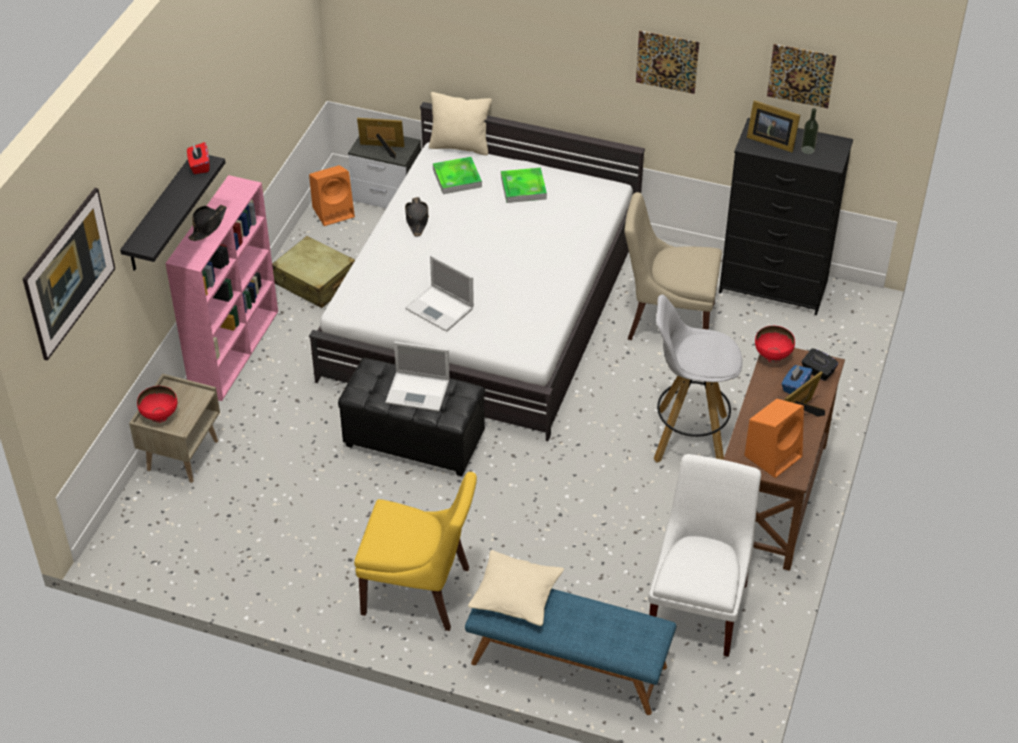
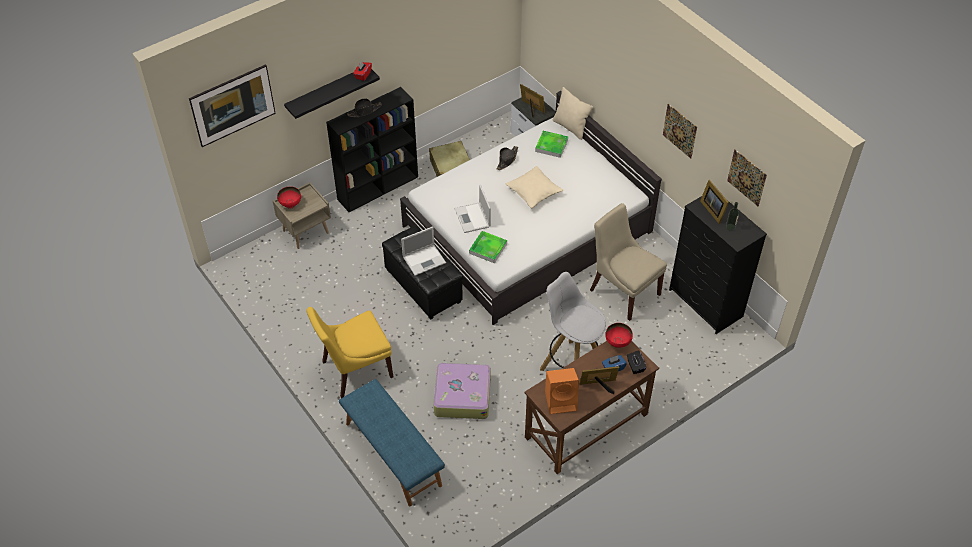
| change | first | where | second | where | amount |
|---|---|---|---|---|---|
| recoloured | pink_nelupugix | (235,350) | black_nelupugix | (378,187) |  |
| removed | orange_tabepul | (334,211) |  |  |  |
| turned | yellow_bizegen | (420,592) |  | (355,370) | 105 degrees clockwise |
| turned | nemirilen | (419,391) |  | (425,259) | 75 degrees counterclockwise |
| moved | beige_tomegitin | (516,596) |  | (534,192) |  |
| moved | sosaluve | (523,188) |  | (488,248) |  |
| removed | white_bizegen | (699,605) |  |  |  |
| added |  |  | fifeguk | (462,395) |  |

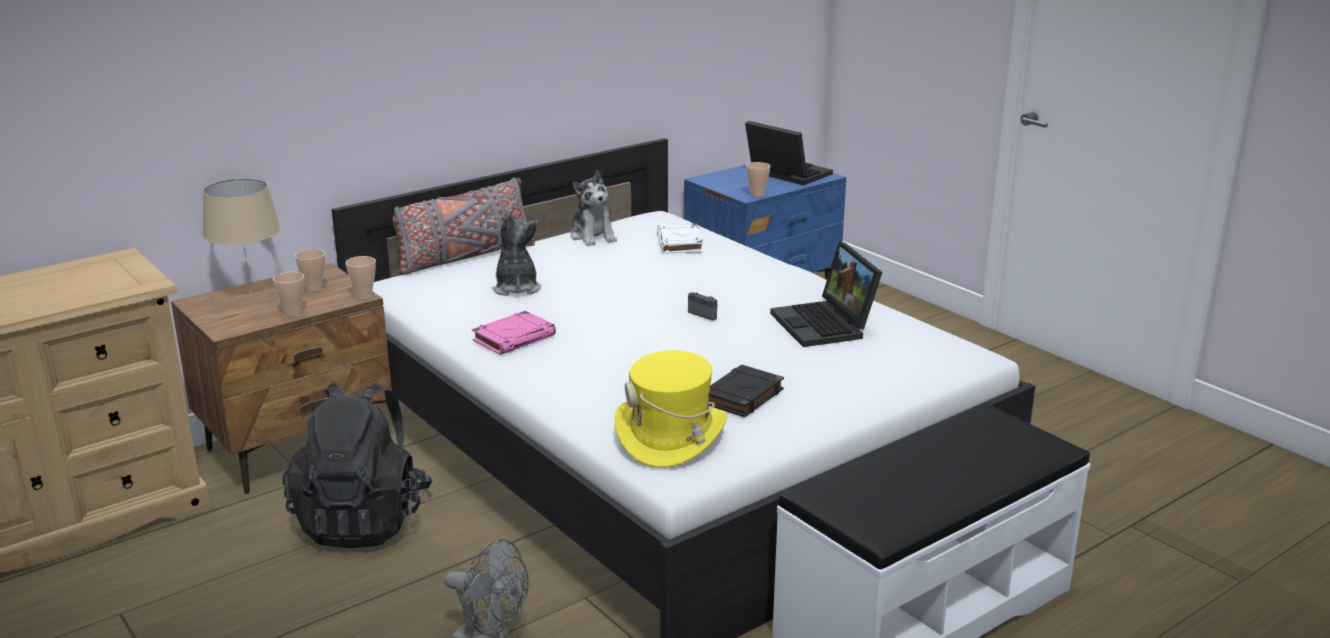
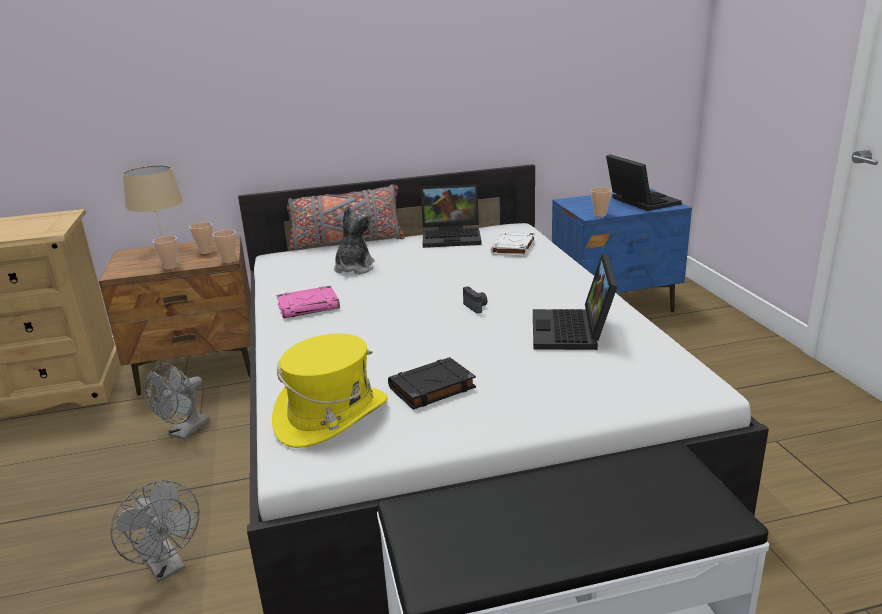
| change | first | where | second | where | amount |
|---|---|---|---|---|---|
| replaced | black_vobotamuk | (363,520) | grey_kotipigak | (185,432) |  |
| replaced | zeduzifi | (593,236) | nemirilen | (453,236) |  |

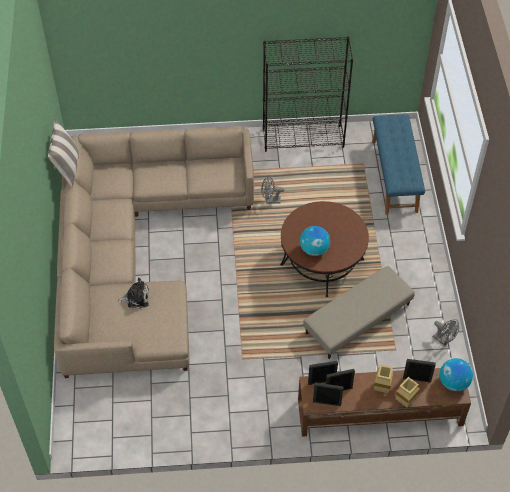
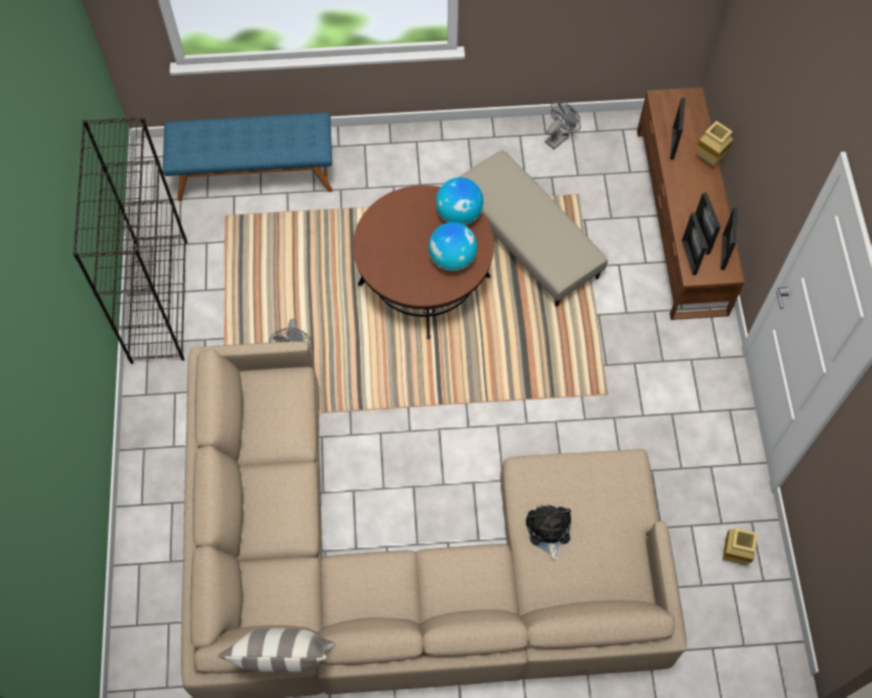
| change | first | where | second | where | amount |
|---|---|---|---|---|---|
| moved | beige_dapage | (381,387) |  | (731,555) |  |
| moved | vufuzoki | (453,382) |  | (459,214) |  |

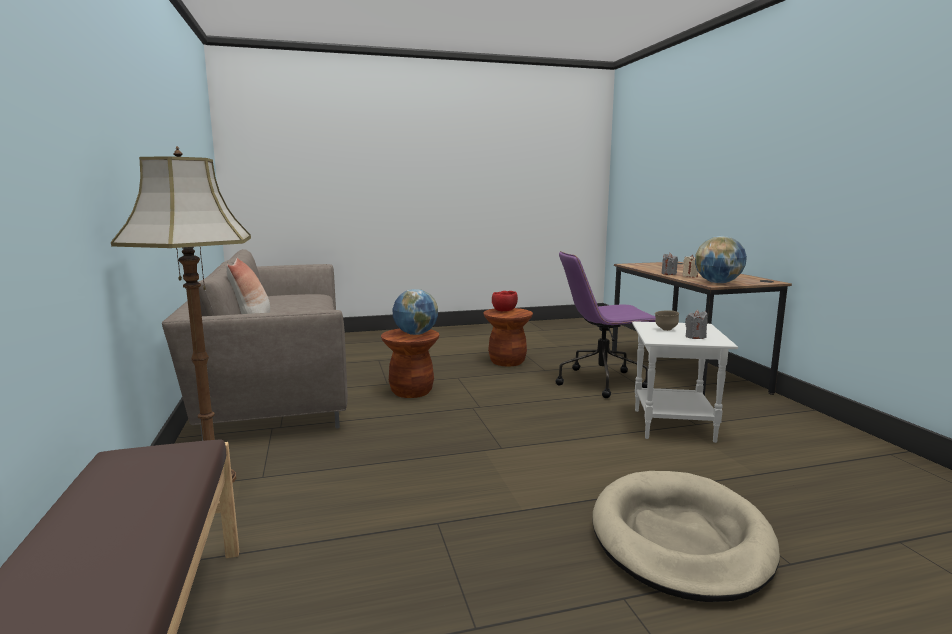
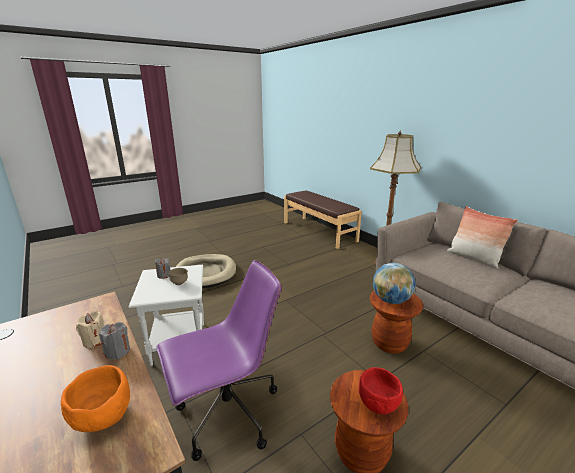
| change | first | where | second | where | amount |
|---|---|---|---|---|---|
| removed | vufuzoki | (718,283) |  |  |  |
| added |  |  | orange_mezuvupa | (102,416) |  |

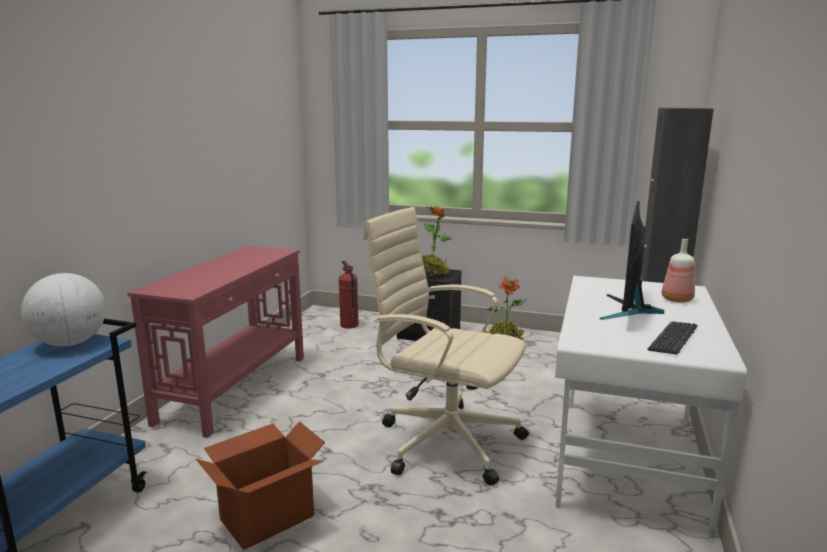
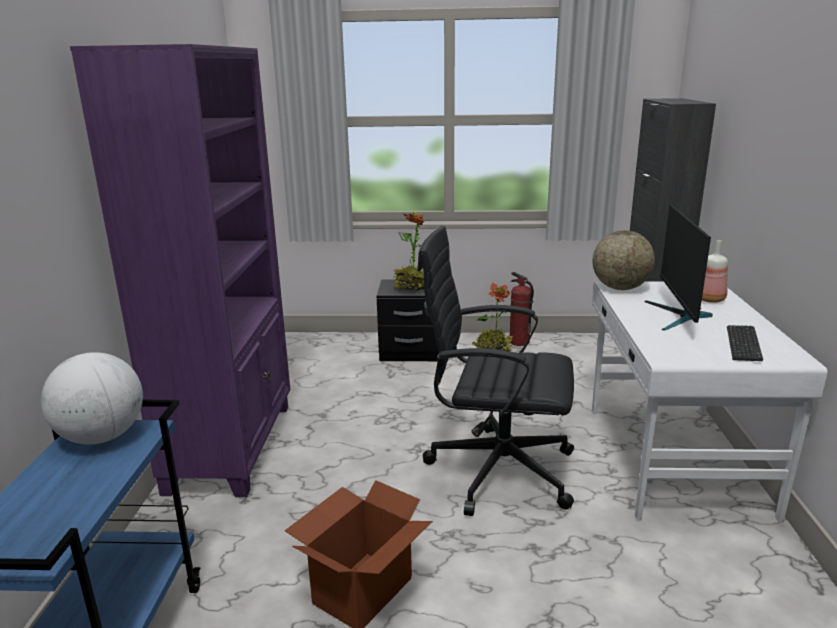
| change | first | where | second | where | amount |
|---|---|---|---|---|---|
| replaced | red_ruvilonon | (236,388) | purple_nelupugix | (233,446) |  |
| moved | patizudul | (349,325) |  | (518,342) |  |
| recoloured | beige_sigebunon | (445,441) | black_sigebunon | (496,470) |  |
| added |  |  | vufuzoki | (620,288) |  |

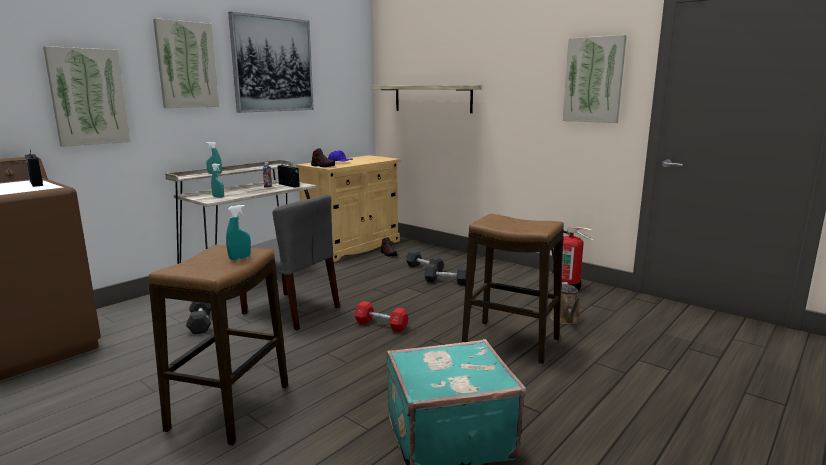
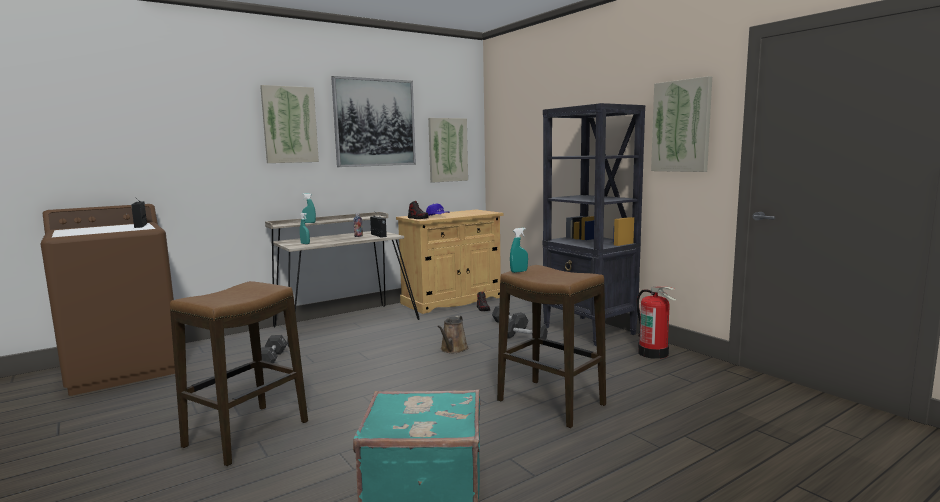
| change | first | where | second | where | amount |
|---|---|---|---|---|---|
| moved | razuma | (88,97) |  | (447,150) |  |
| moved | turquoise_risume | (240,258) |  | (519,271) |  |
| removed | grey_bizegen | (292,310) |  |  |  |
| removed | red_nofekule | (381,325) |  |  |  |
| removed | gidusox | (432,98) |  |  |  |
| moved | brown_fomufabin | (566,319) |  | (453,349) |  |
| added |  |  | black_nelupugix | (589,331) |  |

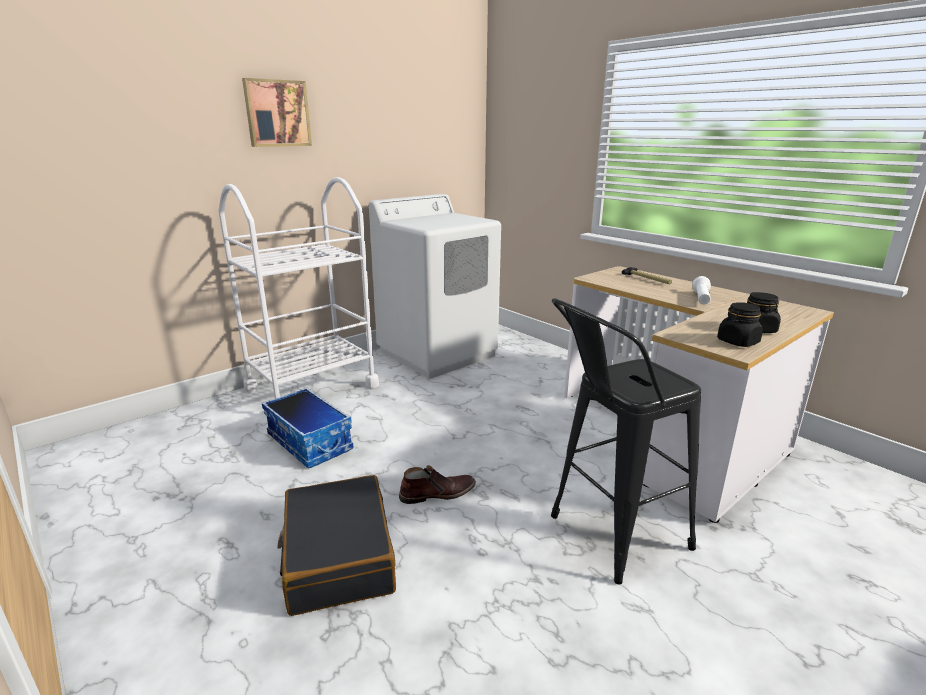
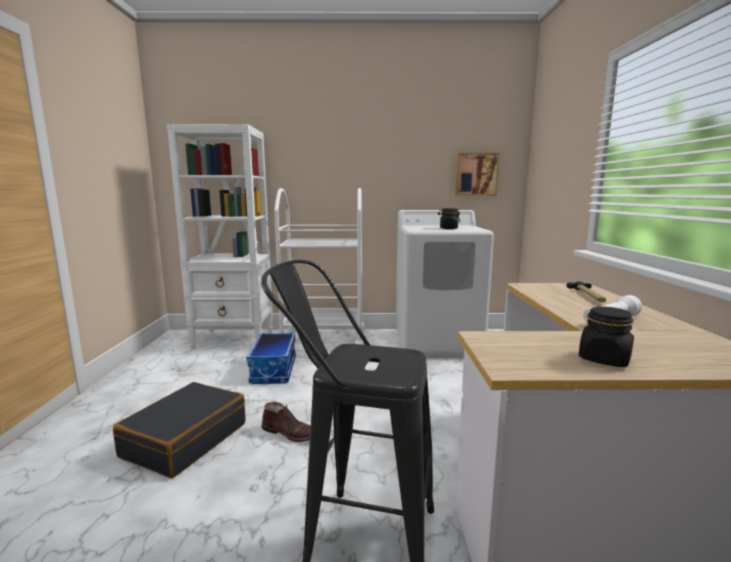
| change | first | where | second | where | amount |
|---|---|---|---|---|---|
| moved | razuma | (277,113) |  | (476,175) |  |
| moved | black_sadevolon | (737,342) |  | (448,228) |  |
| added |  |  | white_nelupugix | (235,339) |  |

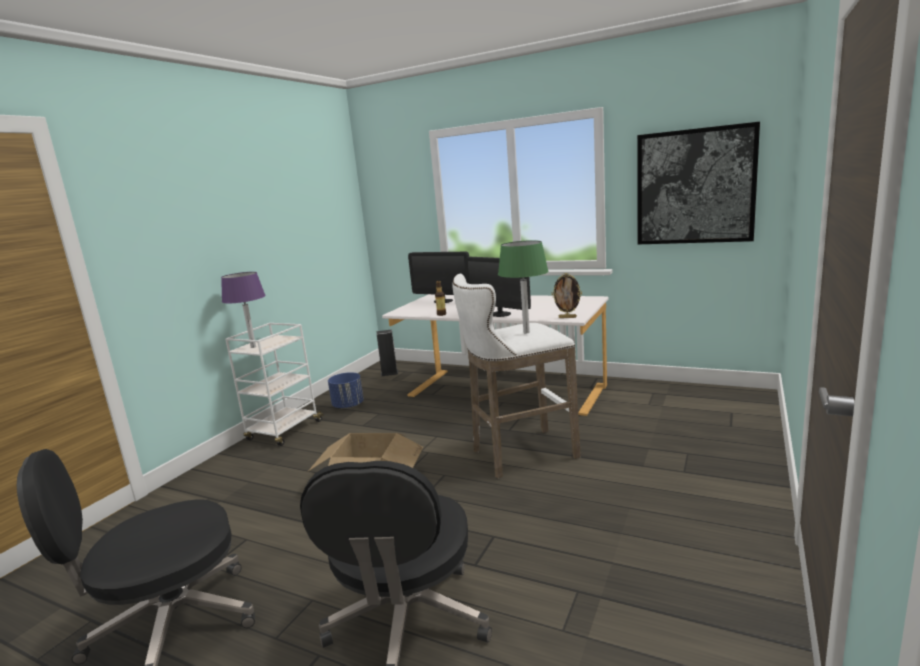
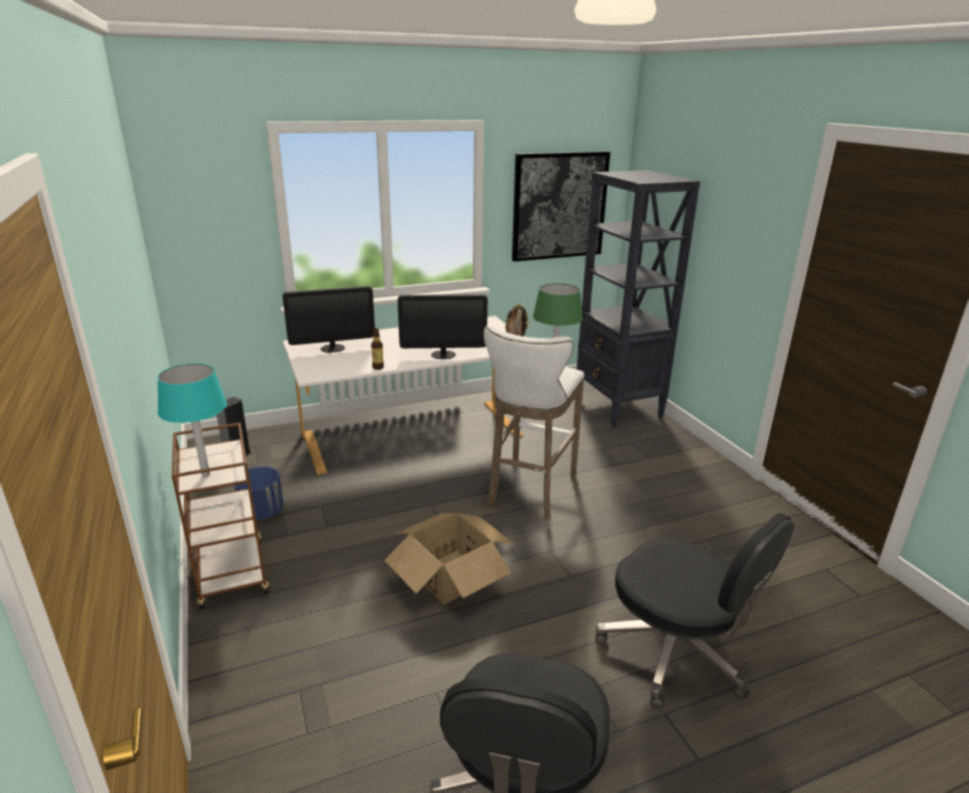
| change | first | where | second | where | amount |
|---|---|---|---|---|---|
| recoloured | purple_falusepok | (253,347) | turquoise_falusepok | (205,474) |  |
| recoloured | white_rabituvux | (284,431) | brown_rabituvux | (233,576) |  |
| added |  |  | black_nelupugix | (618,407) |  |

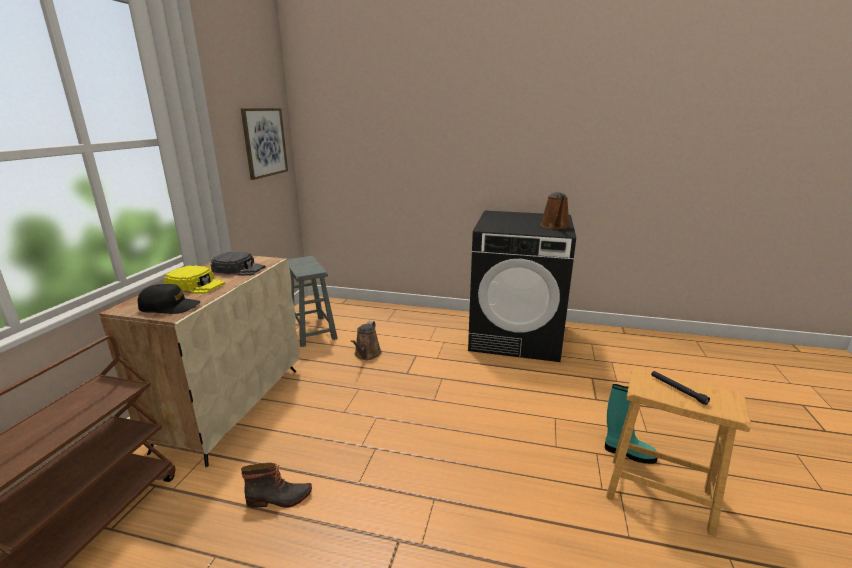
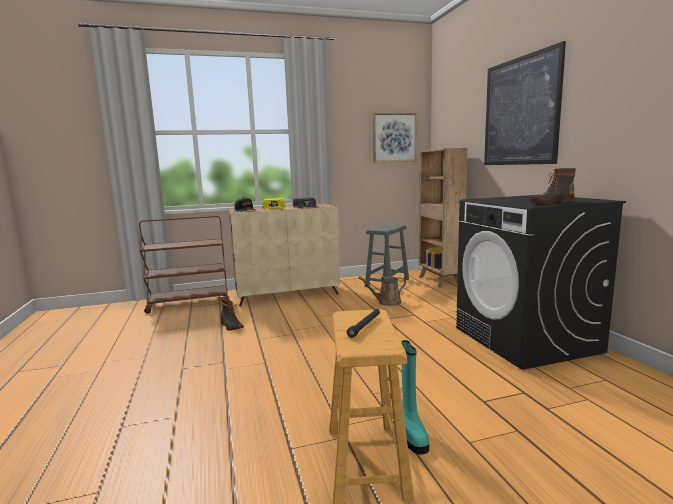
| change | first | where | second | where | amount |
|---|---|---|---|---|---|
| replaced | brown_fomufabin | (555,226) | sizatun | (551,203) |  |
| added |  |  | brown_nelupugix | (439,281) |  |
| added |  |  | razuma | (520,111) |  |

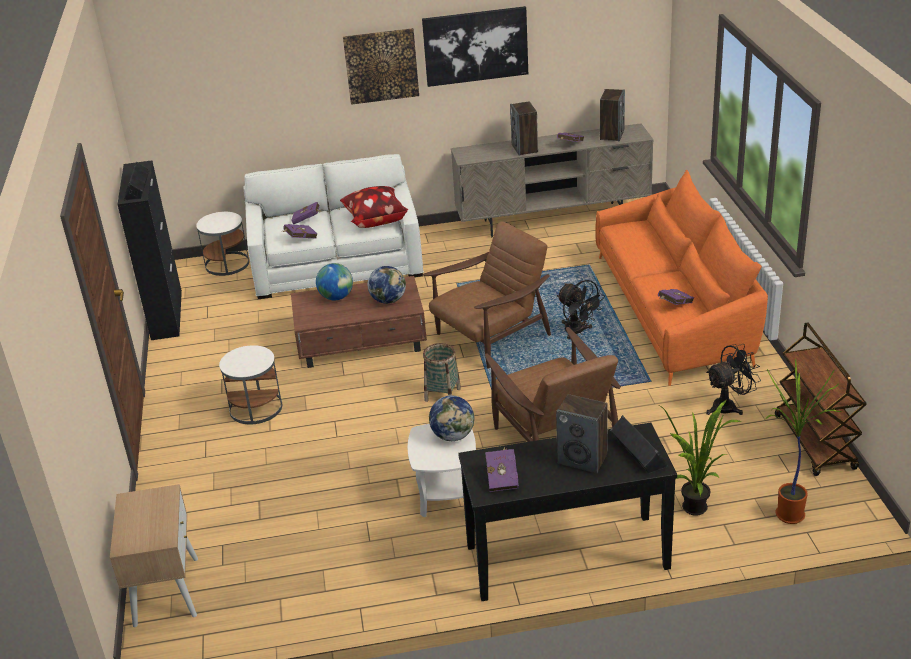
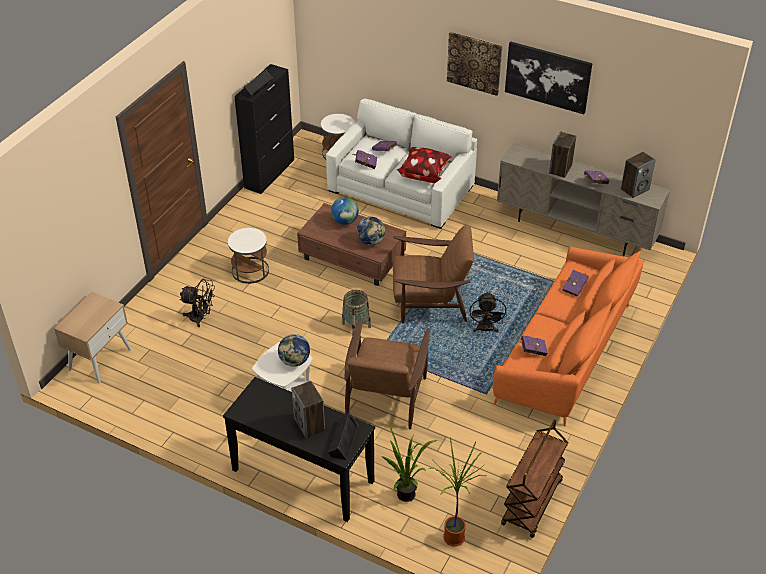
| change | first | where | second | where | amount |
|---|---|---|---|---|---|
| moved | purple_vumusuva | (502,478) |  | (575,287) |  |
| moved | black_kotipigak | (729,406) |  | (201,318) |  |

